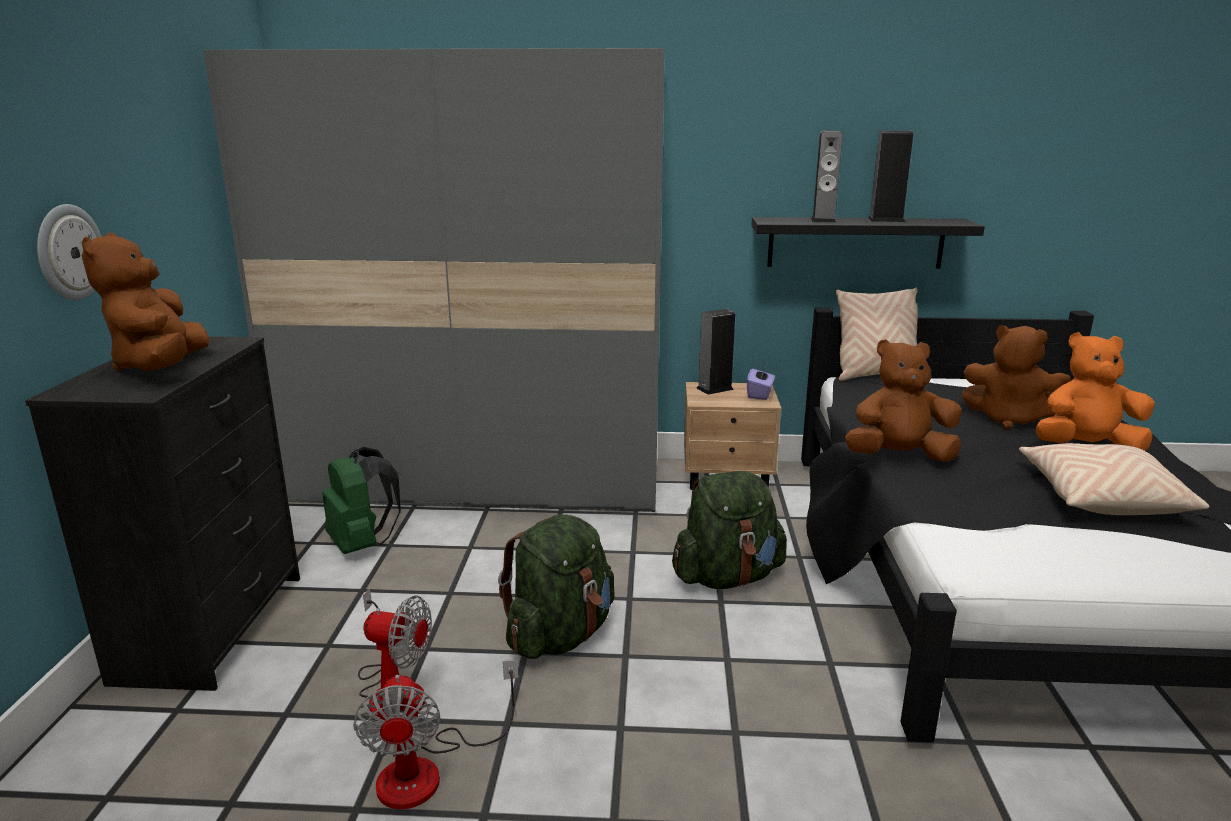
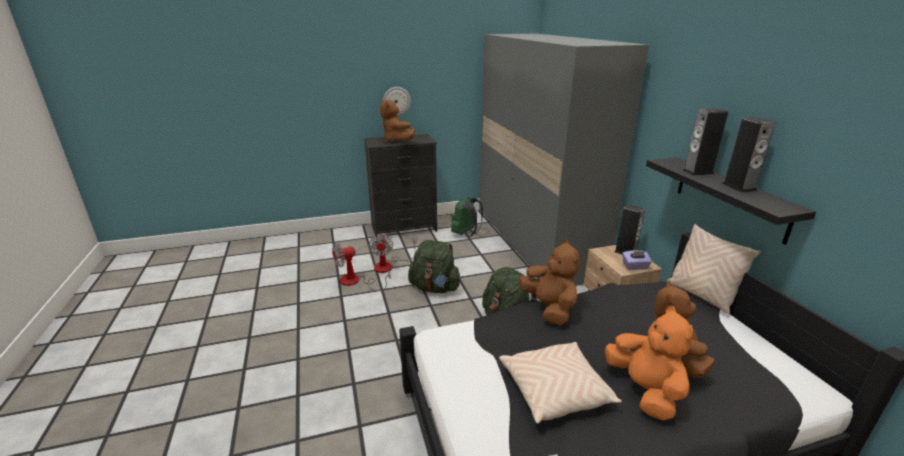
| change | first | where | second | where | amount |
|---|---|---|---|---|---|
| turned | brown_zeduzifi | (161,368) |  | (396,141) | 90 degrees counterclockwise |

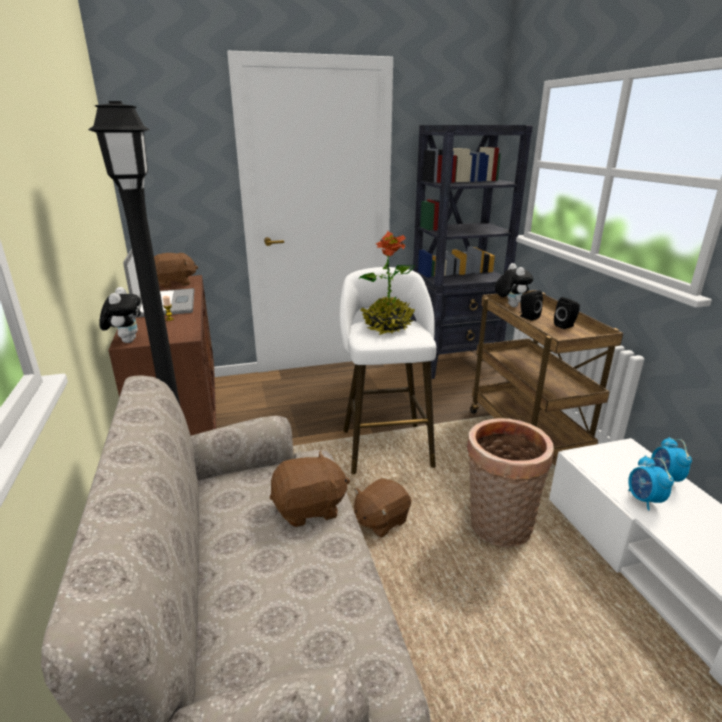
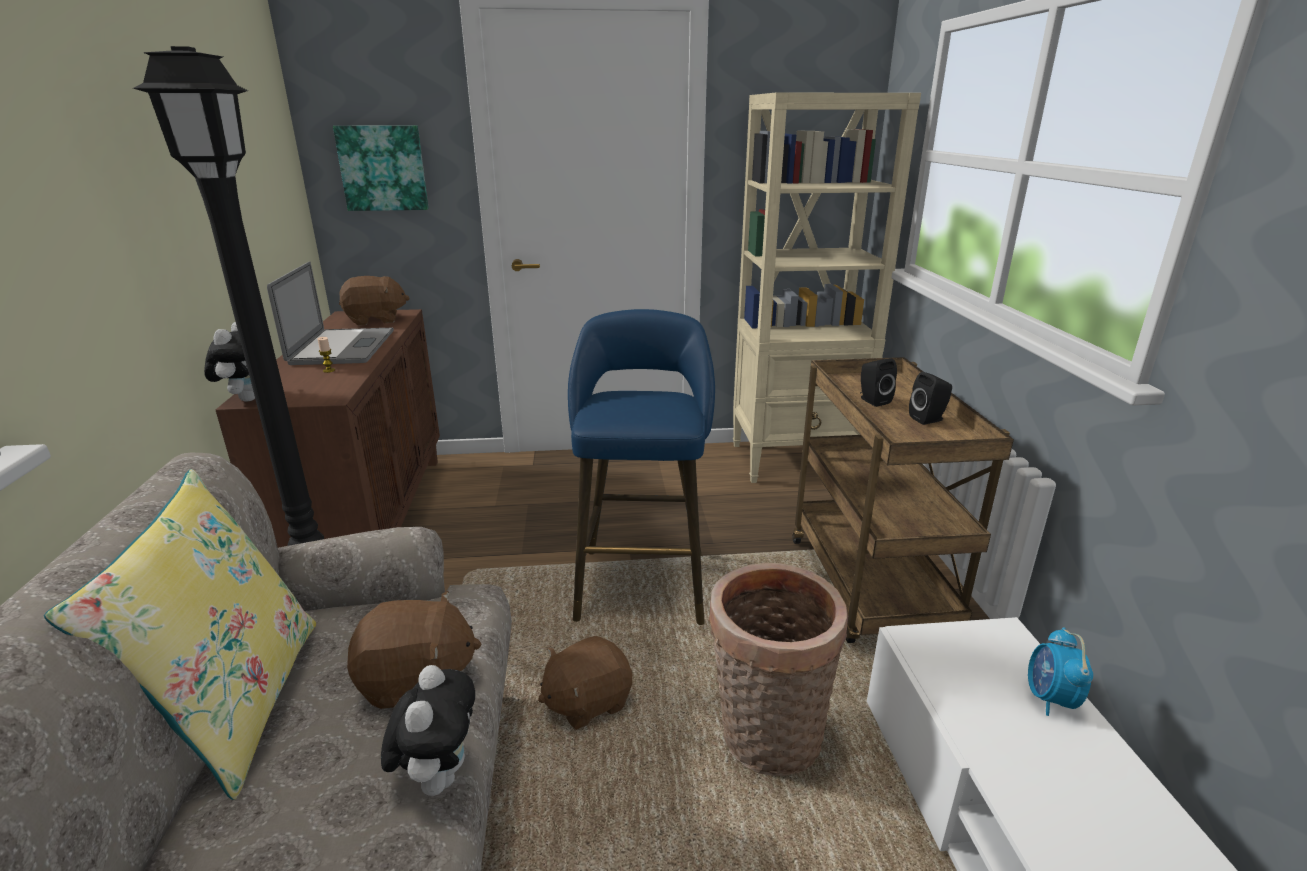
| change | first | where | second | where | amount |
|---|---|---|---|---|---|
| recoloured | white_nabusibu | (385,444) | blue_nabusibu | (642,579) |  |
| removed | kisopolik | (387,327) |  |  |  |
| recoloured | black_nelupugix | (454,362) | beige_nelupugix | (796,460) |  |
| moved | zeduzifi | (510,305) |  | (439,775) |  |
| removed | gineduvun | (644,500) |  |  |  |
| added |  |  | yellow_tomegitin | (239,703) |  |
| added |  |  | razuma | (383,168) |  |

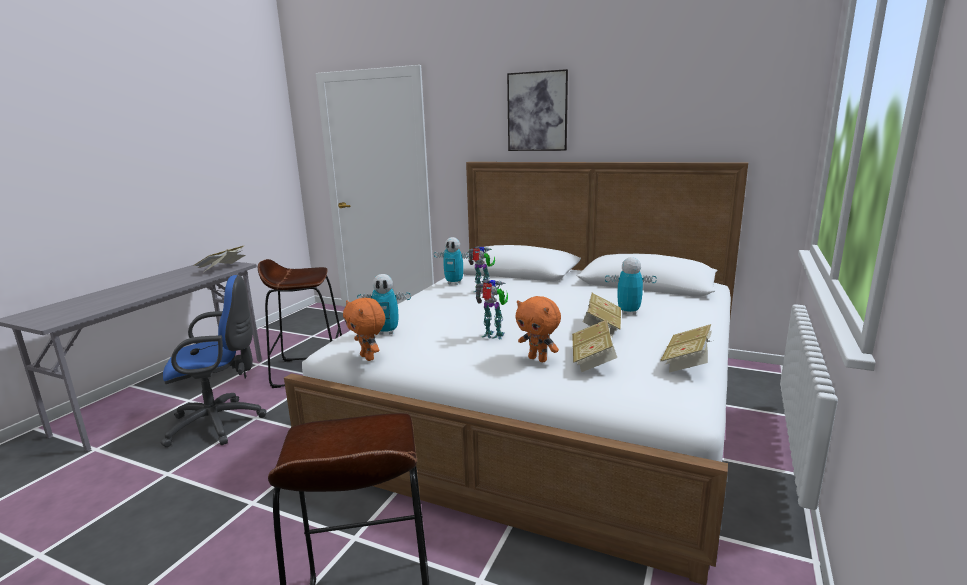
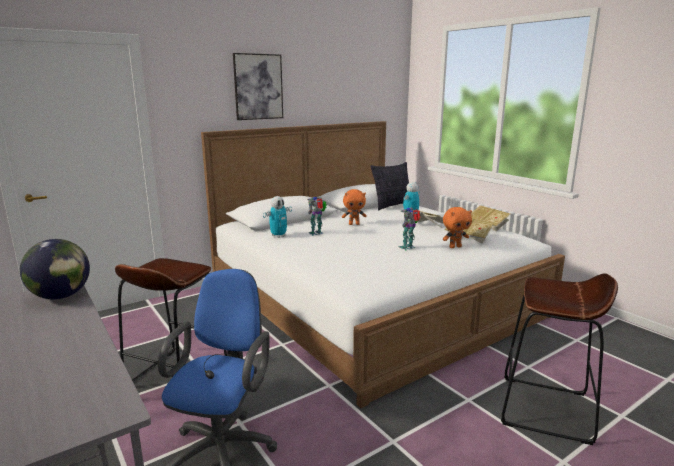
| change | first | where | second | where | amount |
|---|---|---|---|---|---|
| replaced | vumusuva | (223,268) | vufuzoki | (61,296) |  |
| moved | orange_zeduzifi | (368,357) |  | (354,224) |  |
| removed | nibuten | (387,332) |  |  |  |
| added |  |  | tomegitin | (392,206) |  |

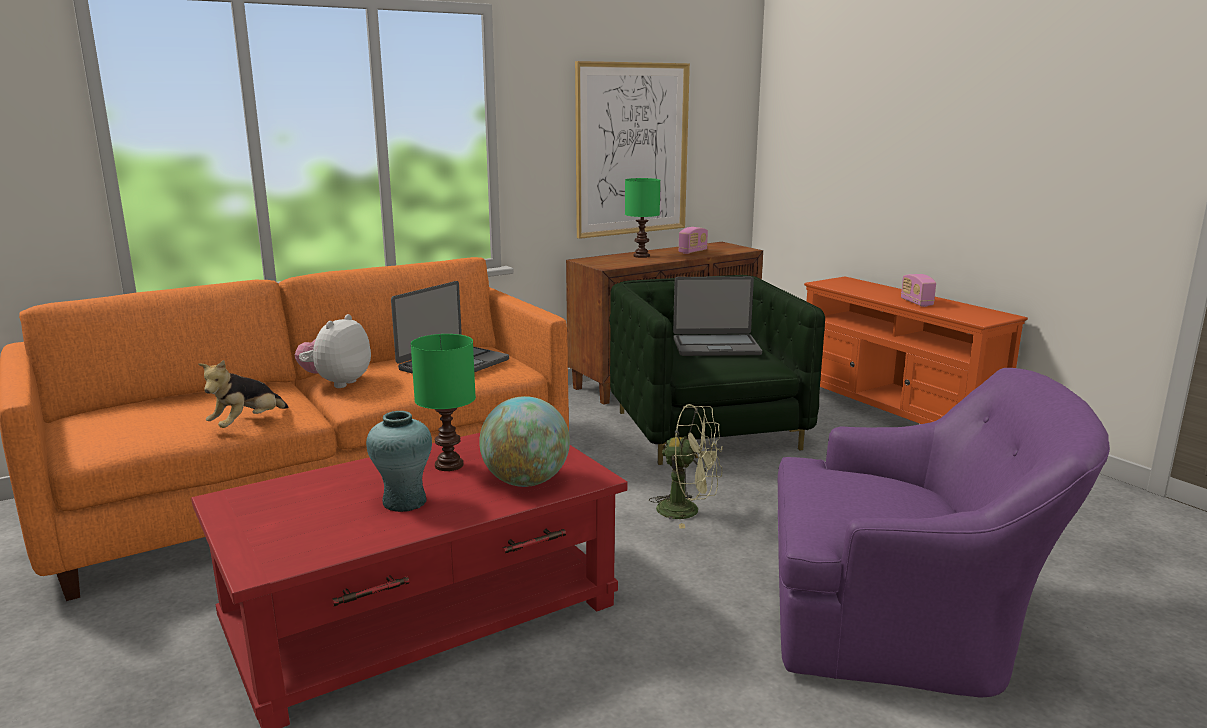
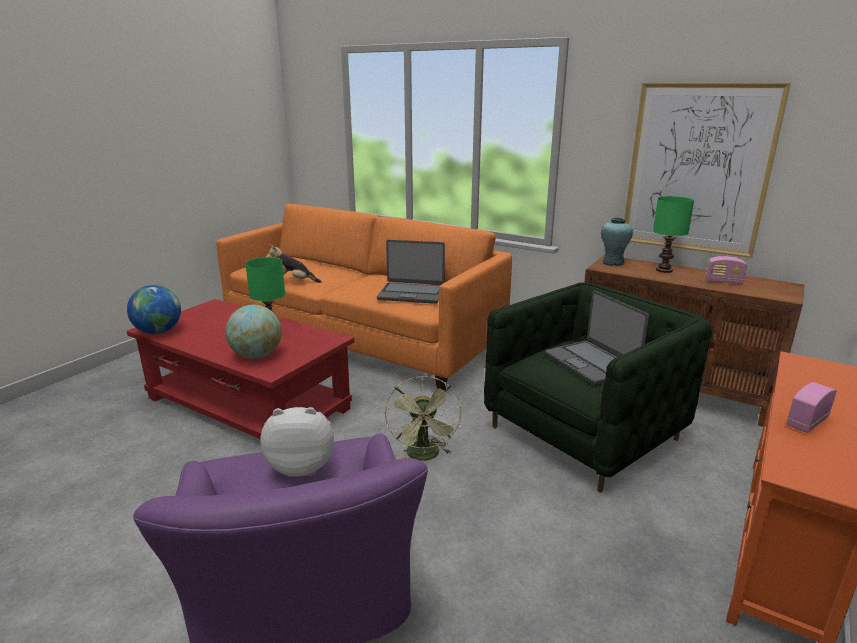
| change | first | where | second | where | amount |
|---|---|---|---|---|---|
| moved | zeduzifi | (337,383) |  | (302,466) |  |
| moved | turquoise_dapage | (404,502) |  | (613,263) |  |
| added |  |  | vufuzoki | (158,332) |  |

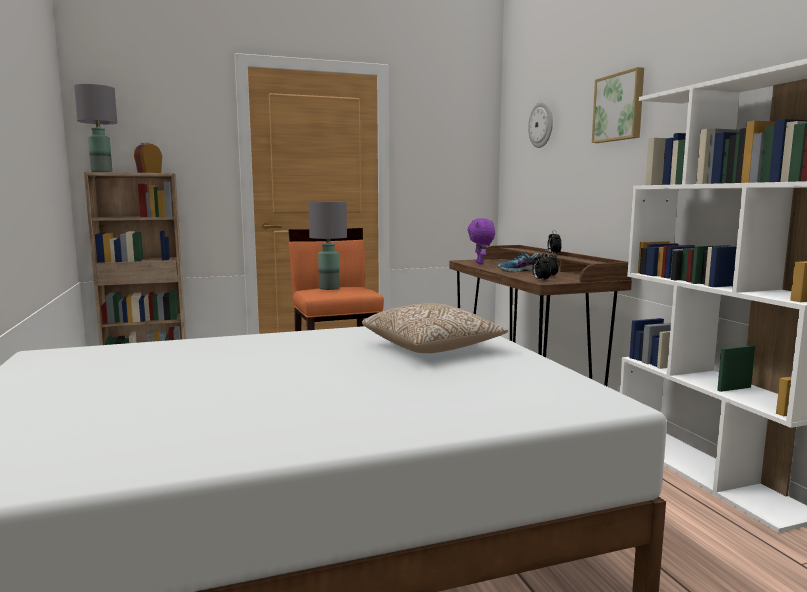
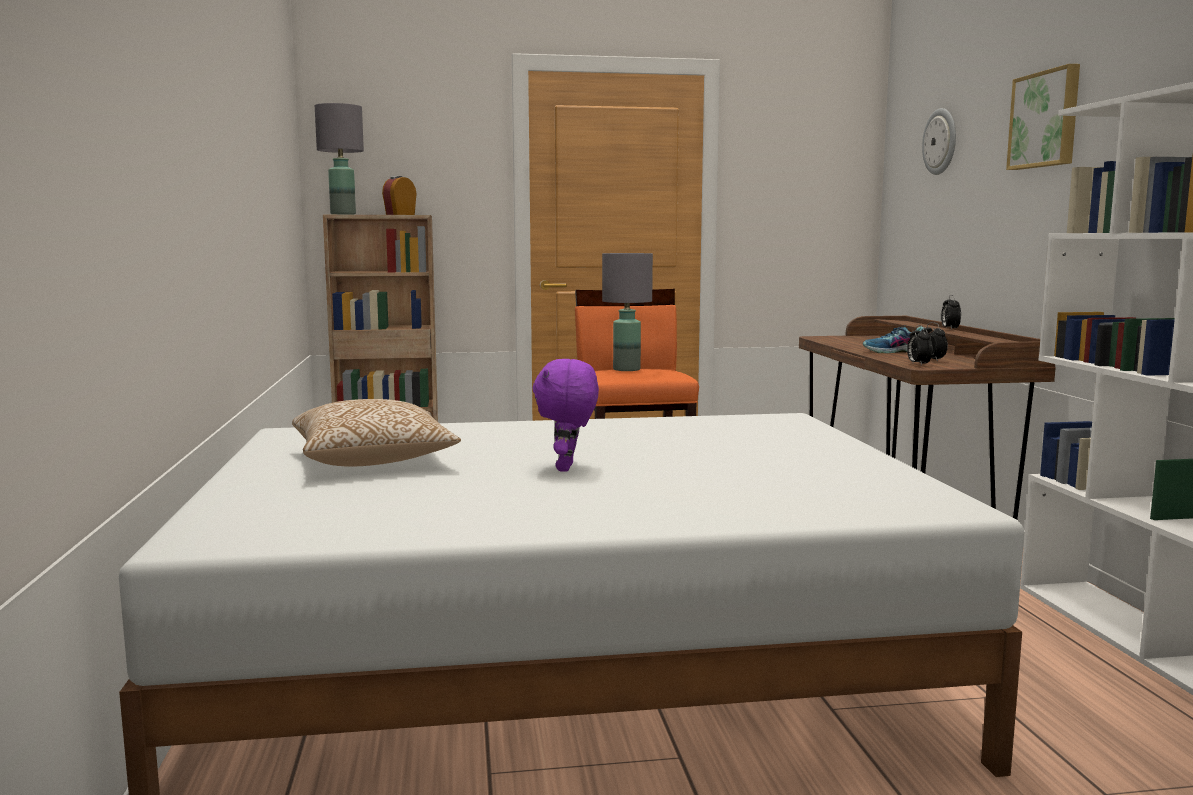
| change | first | where | second | where | amount |
|---|---|---|---|---|---|
| moved | tomegitin | (432,348) |  | (374,460) |  |
| moved | purple_zeduzifi | (481,263) |  | (567,468) |  |

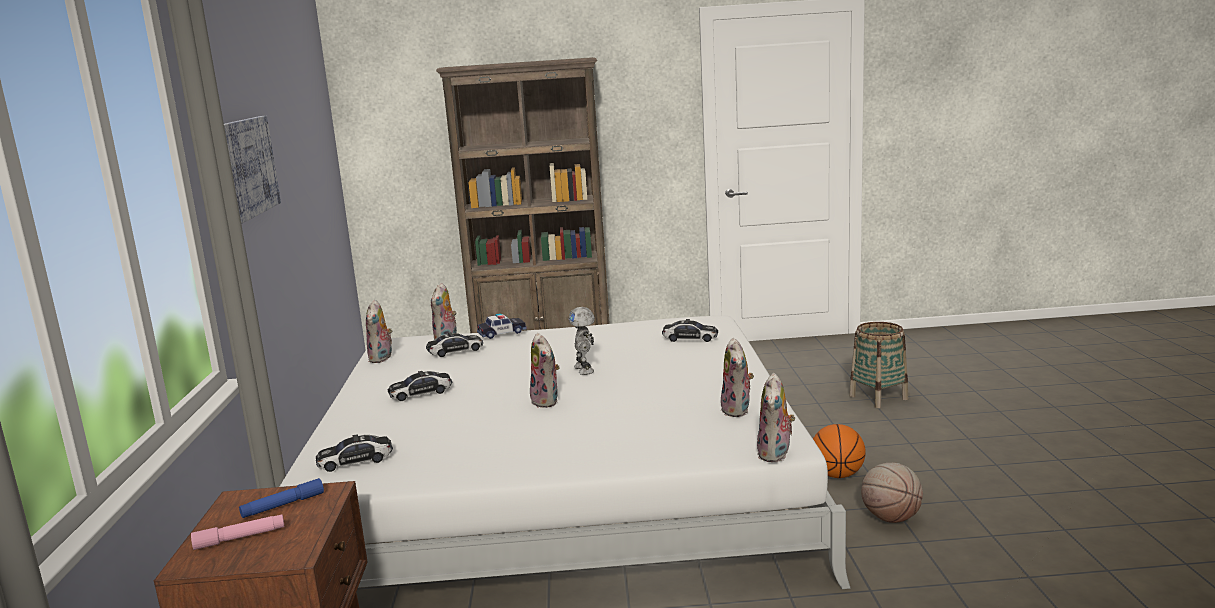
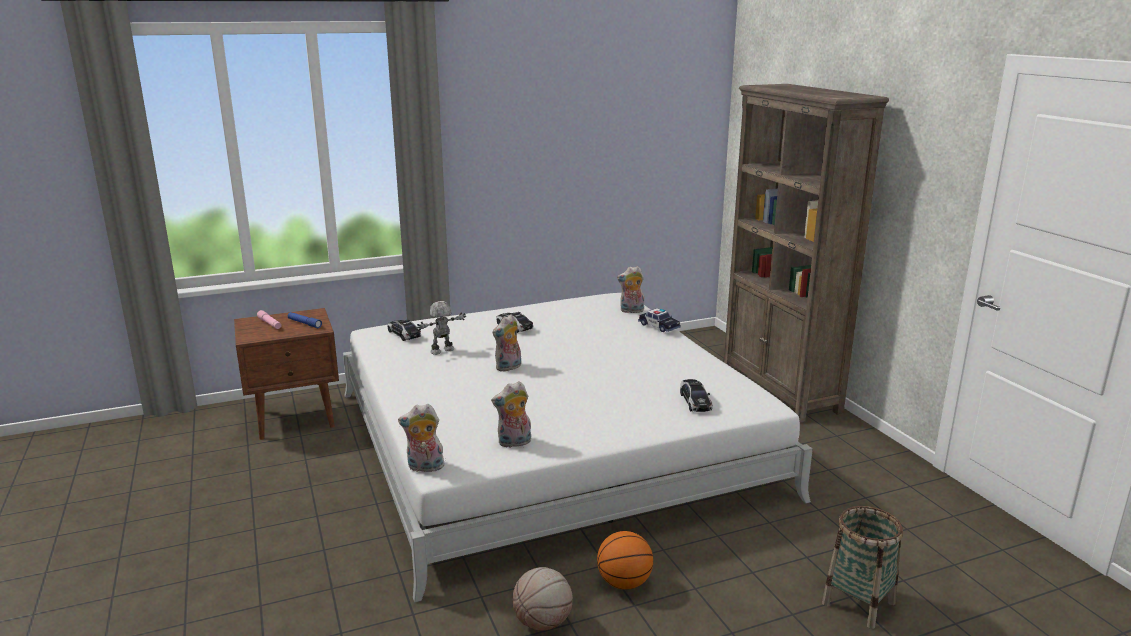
| change | first | where | second | where | amount |
|---|---|---|---|---|---|
| removed | razuma | (245,168) |  |  |  |
| removed | zeduzifi | (382,358) |  |  |  |
| removed | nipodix | (455,351) |  |  |  |
| moved | nibuten | (585,369) |  | (443,351) |  |

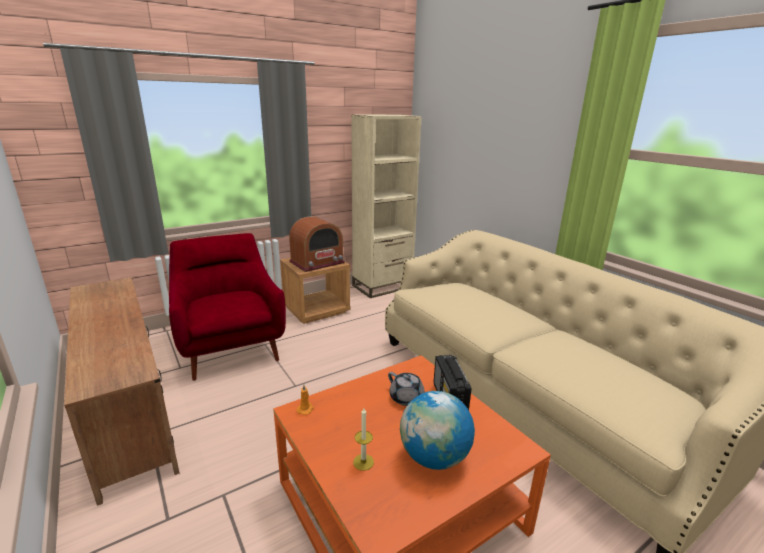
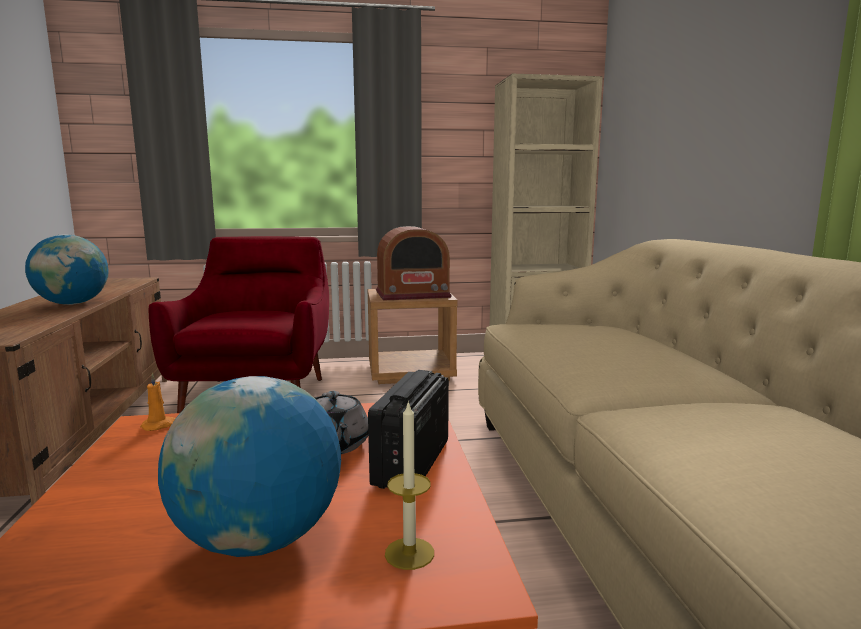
| change | first | where | second | where | amount |
|---|---|---|---|---|---|
| moved | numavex | (363,462) |  | (409,553) |  |
| added |  |  | vufuzoki | (73,304) |  |

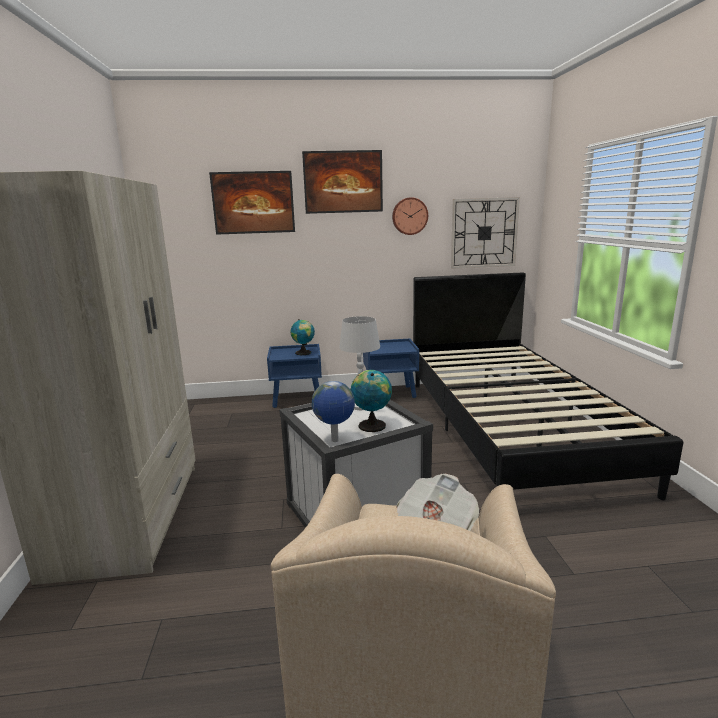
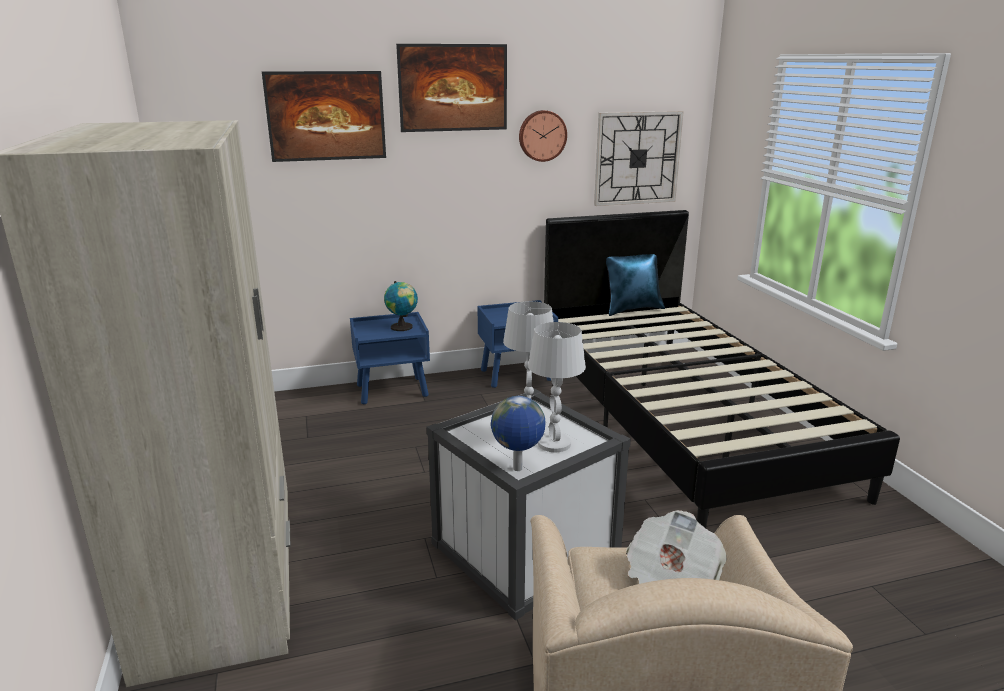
| change | first | where | second | where | amount |
|---|---|---|---|---|---|
| replaced | vufuzoki | (371,425) | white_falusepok | (553,443) |  |
| added |  |  | blue_tomegitin | (632,309) |  |

